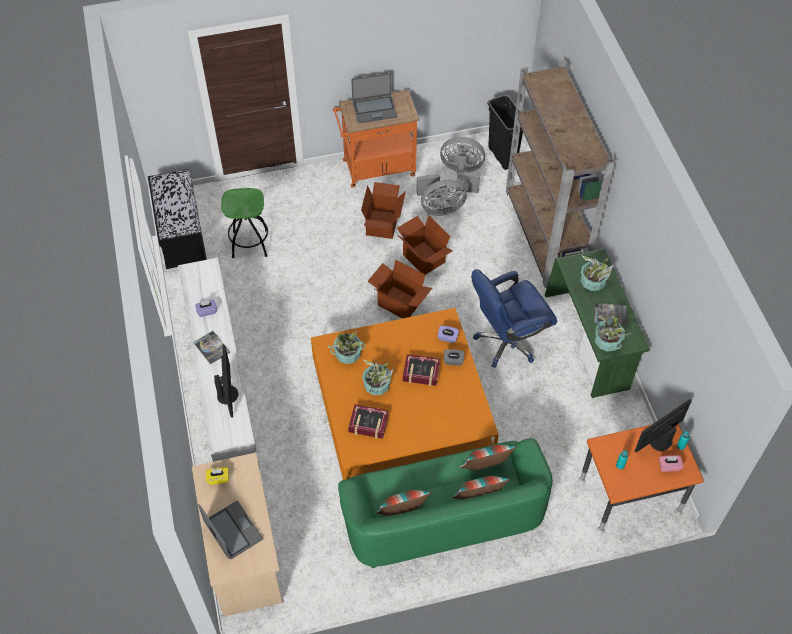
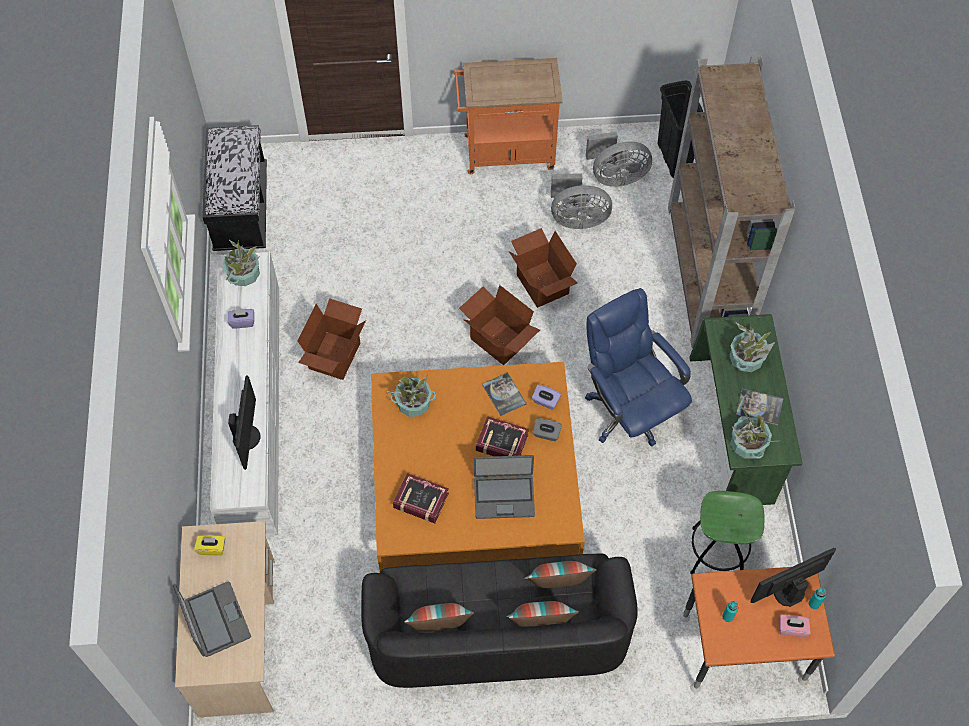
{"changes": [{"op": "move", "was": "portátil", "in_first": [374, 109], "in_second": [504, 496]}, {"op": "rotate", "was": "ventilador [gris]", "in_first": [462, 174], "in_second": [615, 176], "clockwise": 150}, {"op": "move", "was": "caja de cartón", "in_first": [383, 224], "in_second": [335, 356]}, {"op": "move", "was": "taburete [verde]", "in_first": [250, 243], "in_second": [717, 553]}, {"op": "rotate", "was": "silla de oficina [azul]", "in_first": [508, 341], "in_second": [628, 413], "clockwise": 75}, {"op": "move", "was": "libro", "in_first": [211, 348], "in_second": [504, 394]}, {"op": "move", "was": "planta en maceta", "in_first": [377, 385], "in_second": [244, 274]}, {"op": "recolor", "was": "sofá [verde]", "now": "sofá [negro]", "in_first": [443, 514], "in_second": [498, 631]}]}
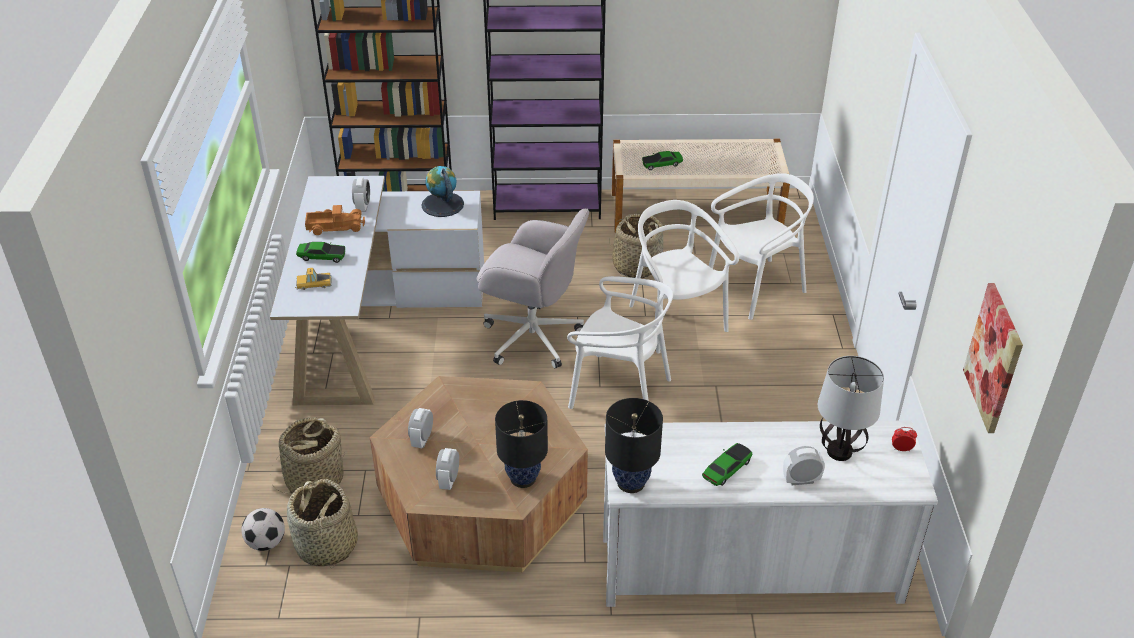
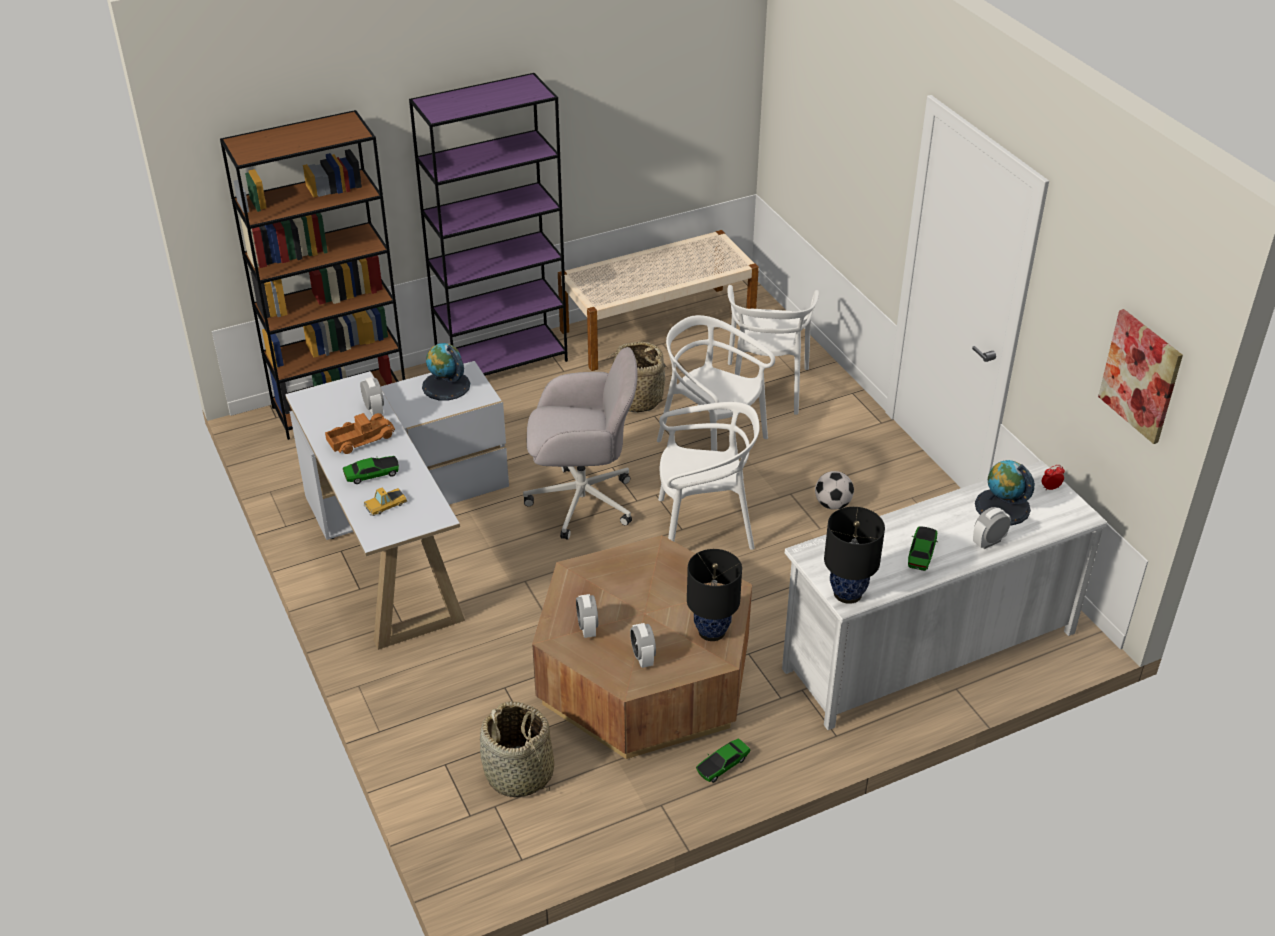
{"changes": [{"op": "move", "was": "coche de juguete", "in_first": [661, 164], "in_second": [722, 765]}, {"op": "rotate", "was": "silla [blanco]", "in_first": [756, 287], "in_second": [766, 387], "clockwise": 150}, {"op": "replace", "was": "lámpara de mesa", "now": "globo terráqueo", "in_first": [838, 451], "in_second": [1002, 507]}, {"op": "delete", "was": "cesta", "in_first": [314, 480]}, {"op": "move", "was": "balón de fútbol", "in_first": [266, 542], "in_second": [832, 504]}]}
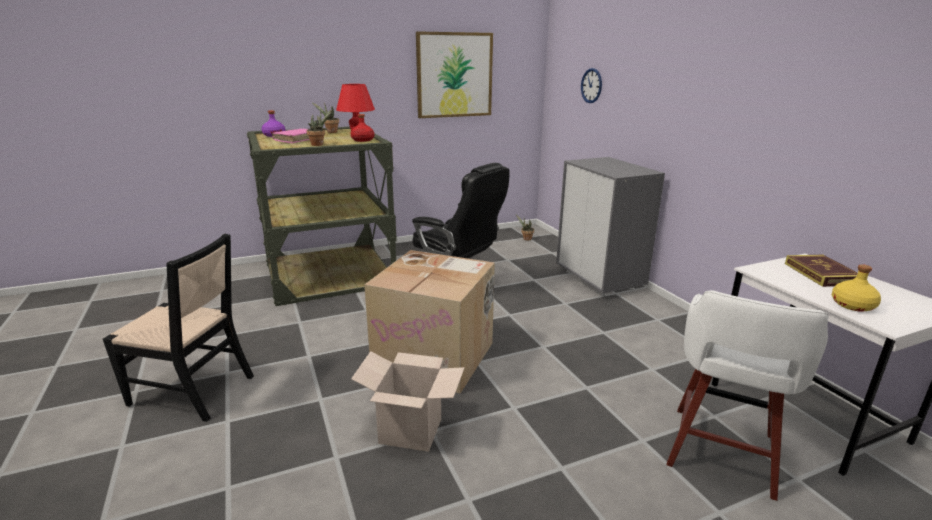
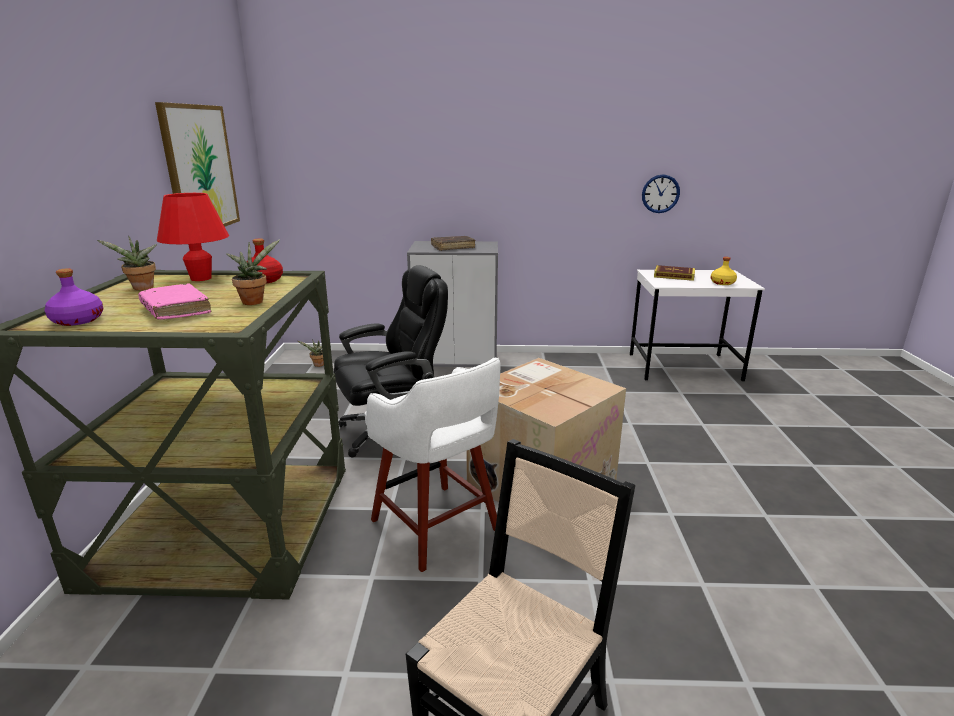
{"changes": [{"op": "move", "was": "reloj de pared", "in_first": [591, 85], "in_second": [660, 194]}, {"op": "move", "was": "taburete [blanco]", "in_first": [721, 453], "in_second": [437, 527]}, {"op": "delete", "was": "caja de cartón", "in_first": [411, 431]}, {"op": "insert", "now": "libro [marrón]", "in_second": [453, 247]}]}
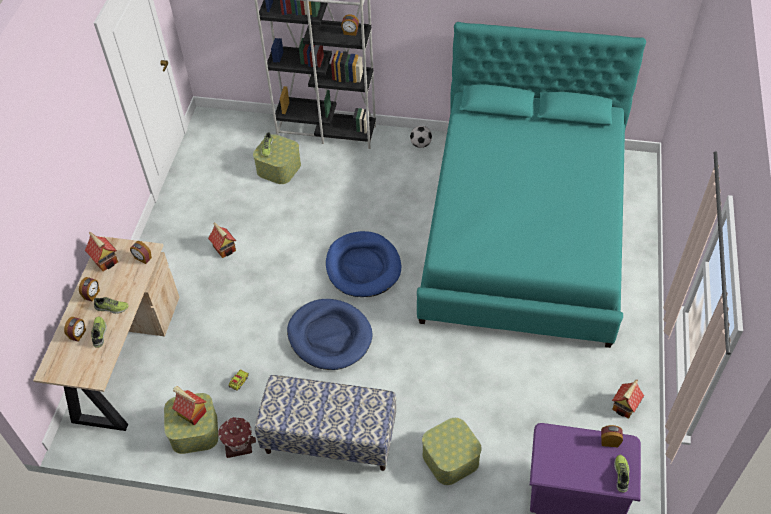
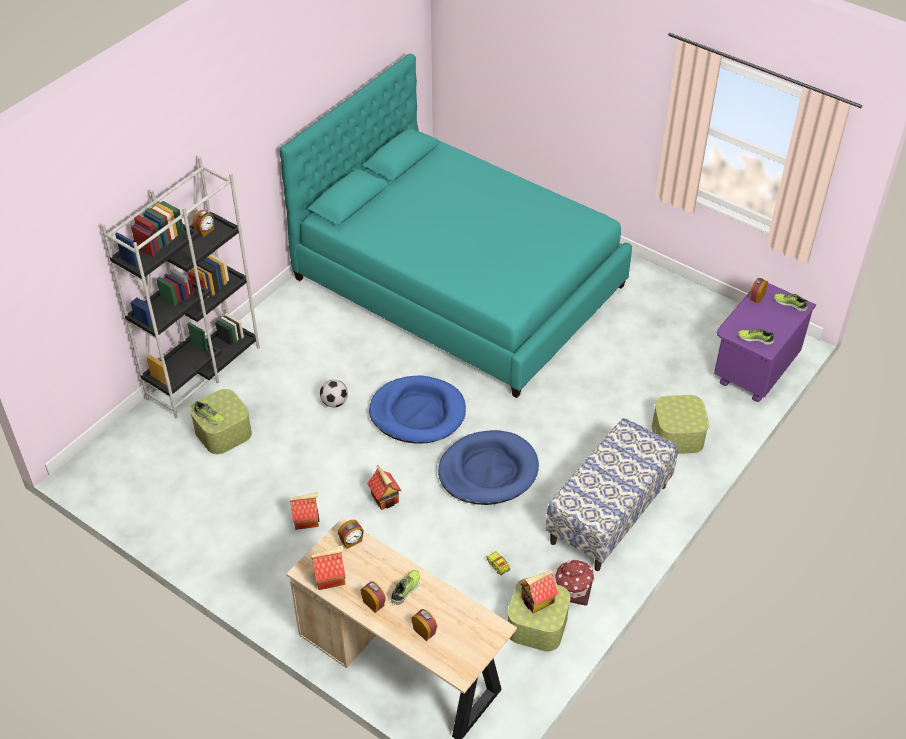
{"changes": [{"op": "move", "was": "balón de fútbol", "in_first": [421, 144], "in_second": [334, 402]}, {"op": "move", "was": "zapato", "in_first": [99, 333], "in_second": [755, 338]}, {"op": "move", "was": "casita", "in_first": [625, 407], "in_second": [385, 498]}]}
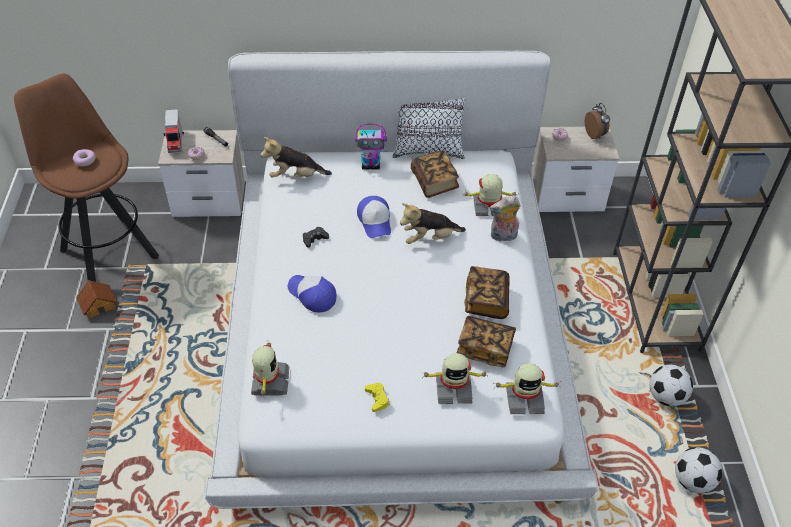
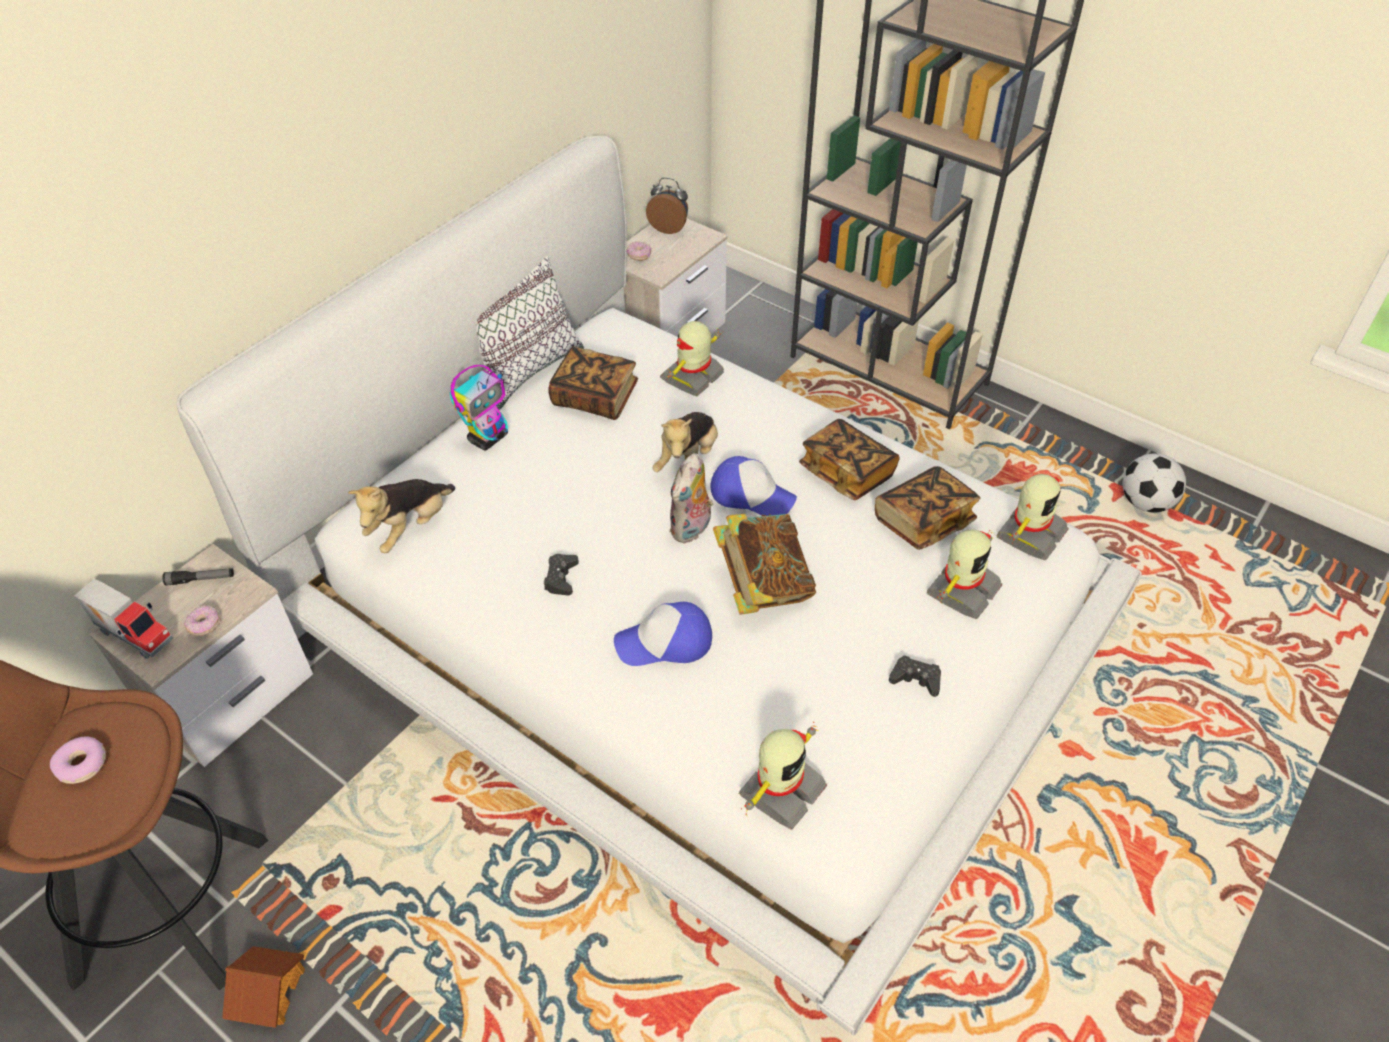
{"changes": [{"op": "move", "was": "peluche", "in_first": [503, 236], "in_second": [692, 529]}, {"op": "move", "was": "gorra", "in_first": [375, 221], "in_second": [752, 495]}, {"op": "rotate", "was": "robot de juguete", "in_first": [269, 381], "in_second": [780, 790], "clockwise": 90}, {"op": "delete", "was": "balón de fútbol", "in_first": [666, 396]}, {"op": "recolor", "was": "mando de consola [amarillo]", "now": "mando de consola [negro]", "in_first": [377, 399], "in_second": [915, 679]}, {"op": "insert", "now": "libro", "in_second": [762, 586]}]}
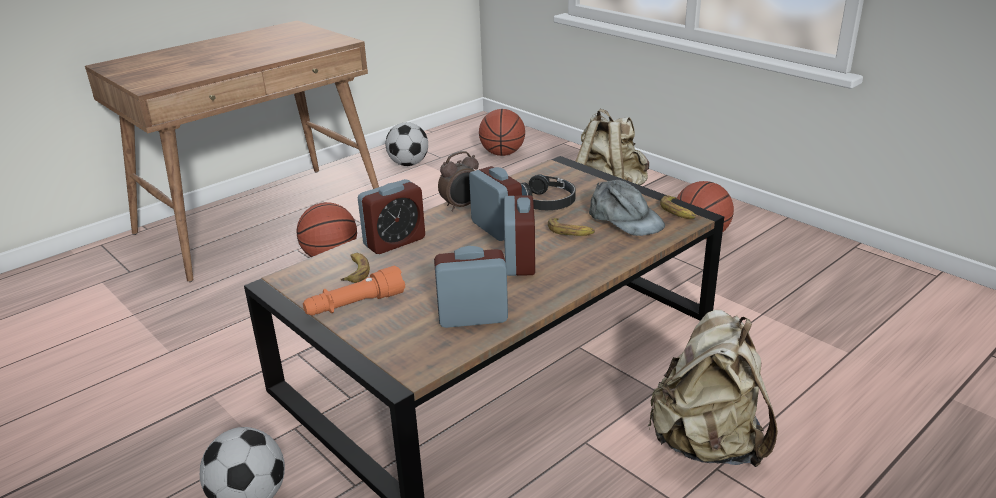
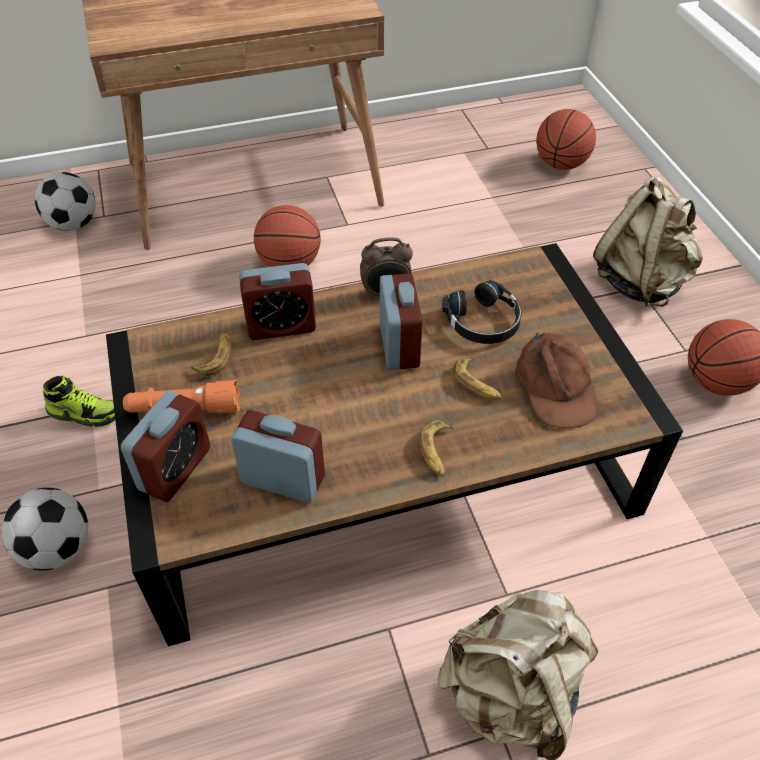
{"changes": [{"op": "move", "was": "balón de fútbol", "in_first": [409, 164], "in_second": [74, 224]}, {"op": "recolor", "was": "gorra [gris]", "now": "gorra [marrón]", "in_first": [625, 219], "in_second": [555, 388]}, {"op": "move", "was": "despertador", "in_first": [519, 261], "in_second": [175, 469]}, {"op": "move", "was": "plátano", "in_first": [678, 211], "in_second": [437, 452]}, {"op": "insert", "now": "zapato", "in_second": [86, 413]}]}
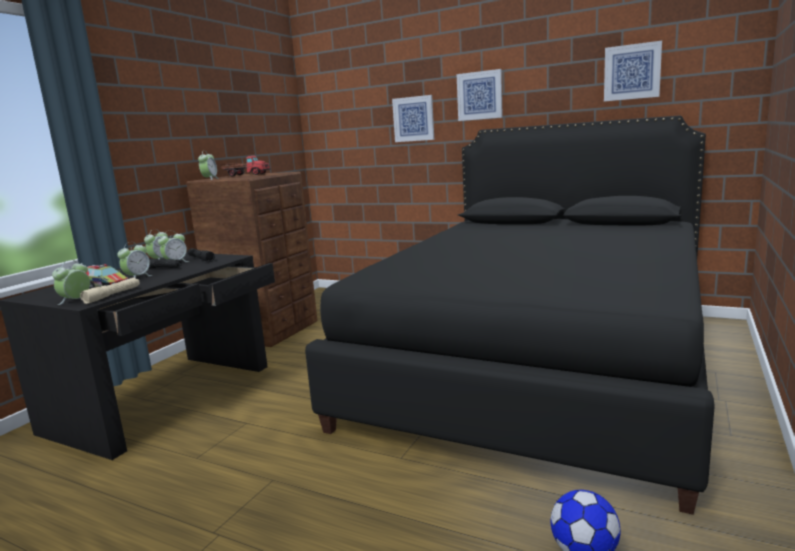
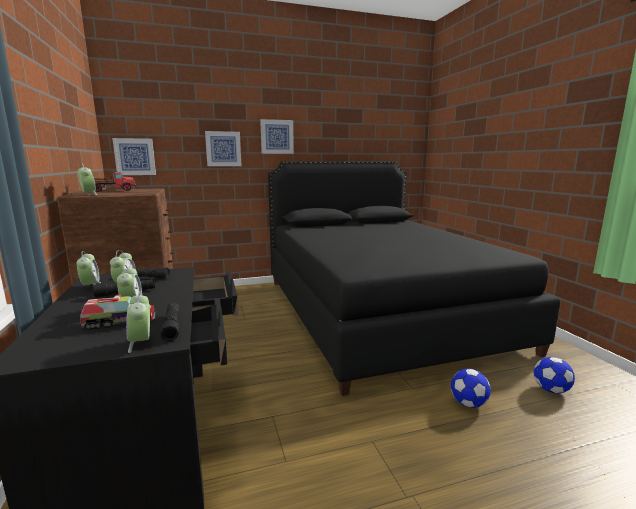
{"changes": [{"op": "move", "was": "cuadro", "in_first": [632, 72], "in_second": [135, 157]}, {"op": "recolor", "was": "linterna [beis]", "now": "linterna [negro]", "in_first": [112, 295], "in_second": [172, 326]}, {"op": "insert", "now": "balón de fútbol", "in_second": [468, 403]}]}
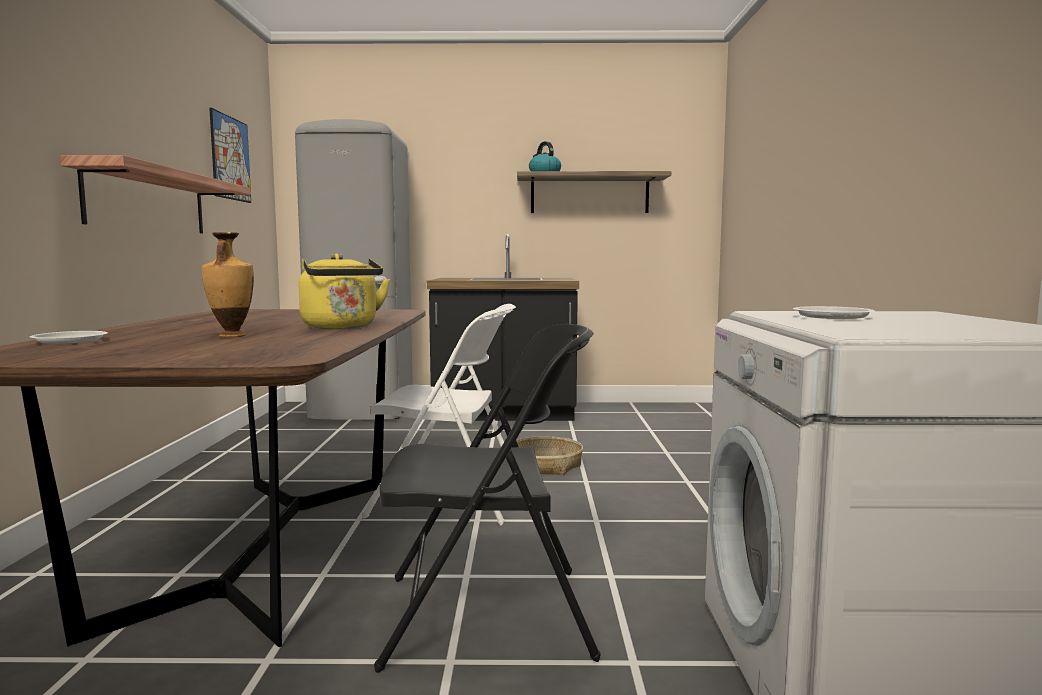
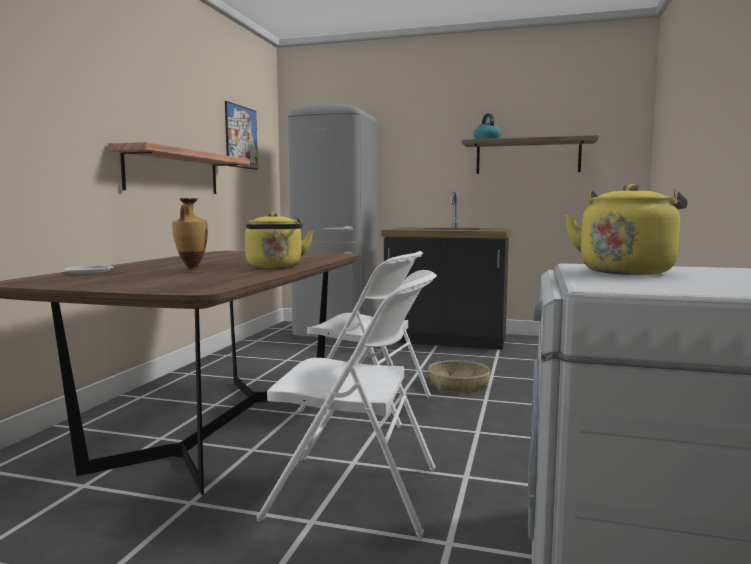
{"changes": [{"op": "replace", "was": "plato [blanco]", "now": "hervidor [amarillo]", "in_first": [833, 317], "in_second": [626, 271]}, {"op": "recolor", "was": "silla [negro]", "now": "silla [blanco]", "in_first": [486, 615], "in_second": [353, 493]}]}
